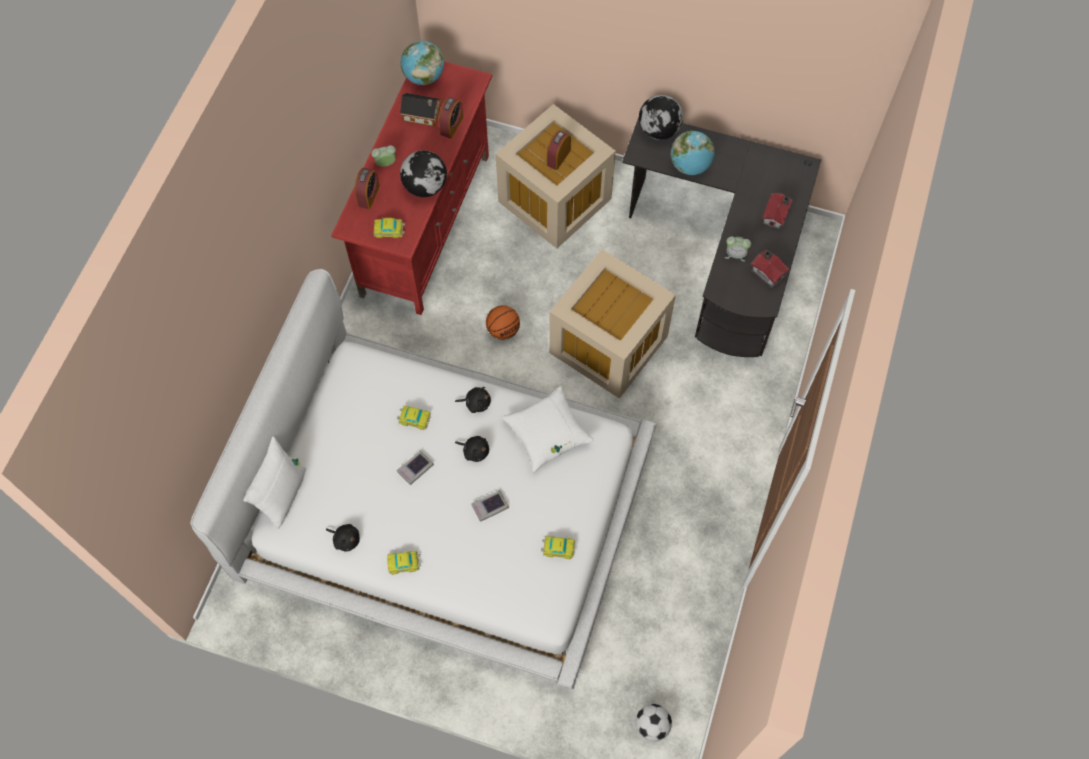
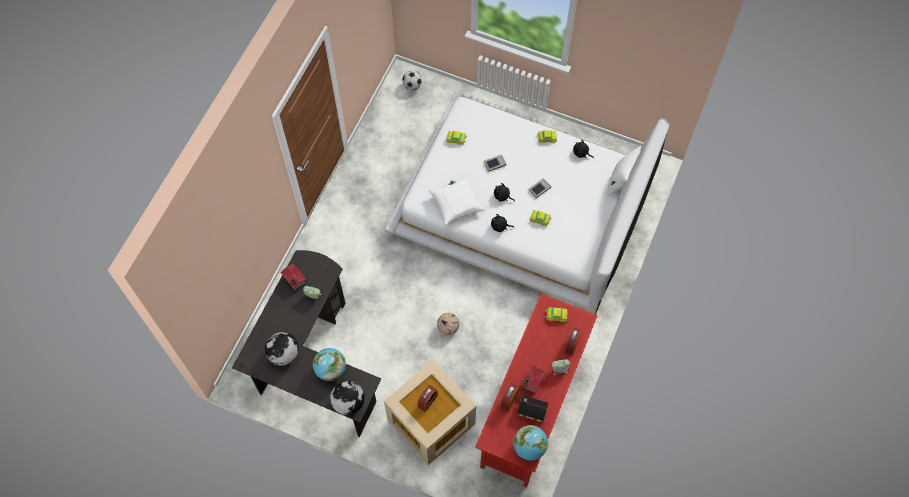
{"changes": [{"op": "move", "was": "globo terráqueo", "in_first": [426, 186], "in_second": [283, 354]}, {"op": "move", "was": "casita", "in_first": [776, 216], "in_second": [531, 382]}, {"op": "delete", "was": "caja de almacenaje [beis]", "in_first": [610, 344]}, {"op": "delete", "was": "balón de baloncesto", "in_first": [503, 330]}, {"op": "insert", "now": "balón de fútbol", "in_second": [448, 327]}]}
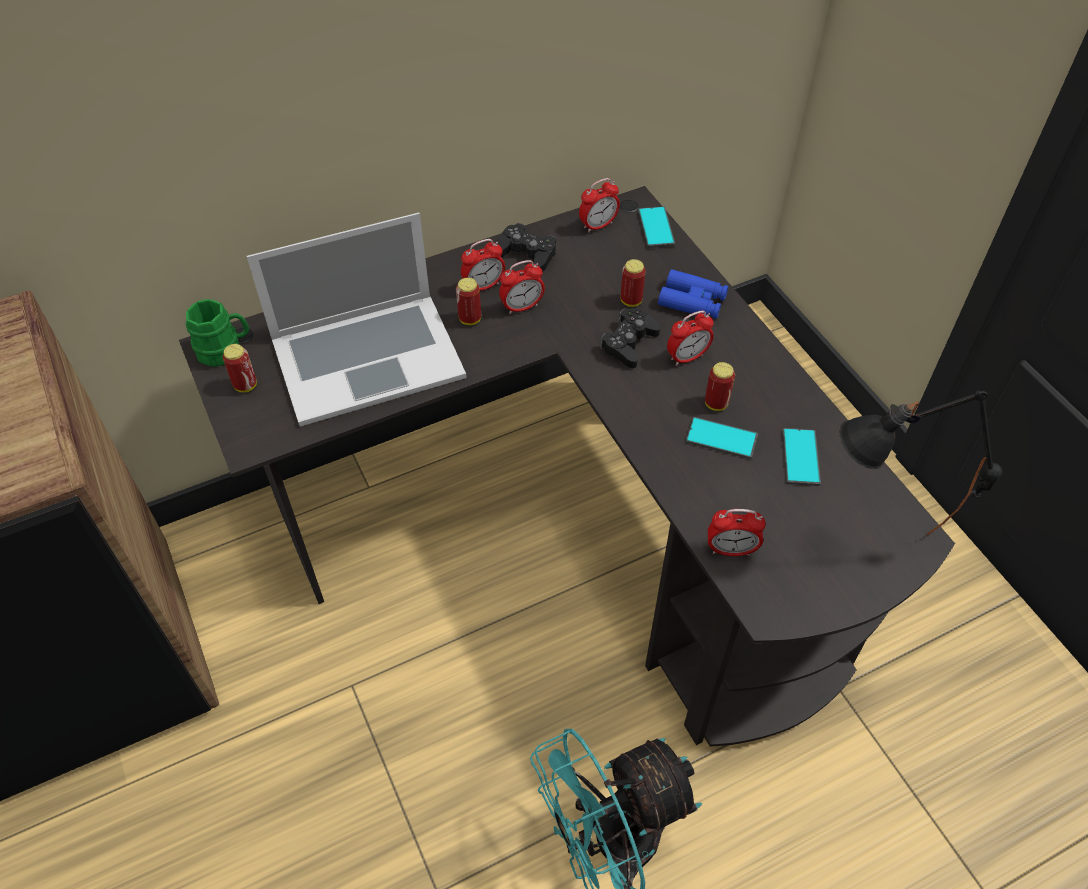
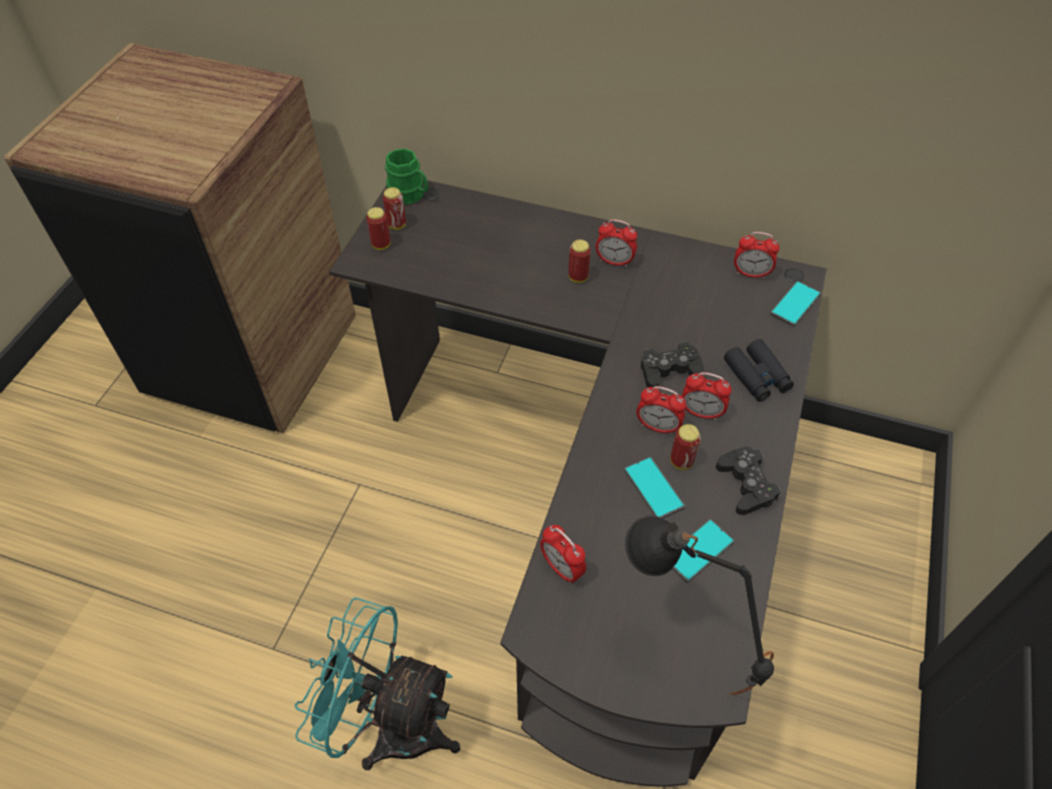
{"changes": [{"op": "delete", "was": "portátil", "in_first": [367, 357]}, {"op": "move", "was": "mando de consola [negro]", "in_first": [527, 253], "in_second": [746, 485]}, {"op": "move", "was": "lata", "in_first": [631, 301], "in_second": [381, 245]}, {"op": "move", "was": "despertador", "in_first": [522, 307], "in_second": [657, 427]}, {"op": "recolor", "was": "prismáticos [azul]", "now": "prismáticos [negro]", "in_first": [692, 301], "in_second": [757, 376]}]}
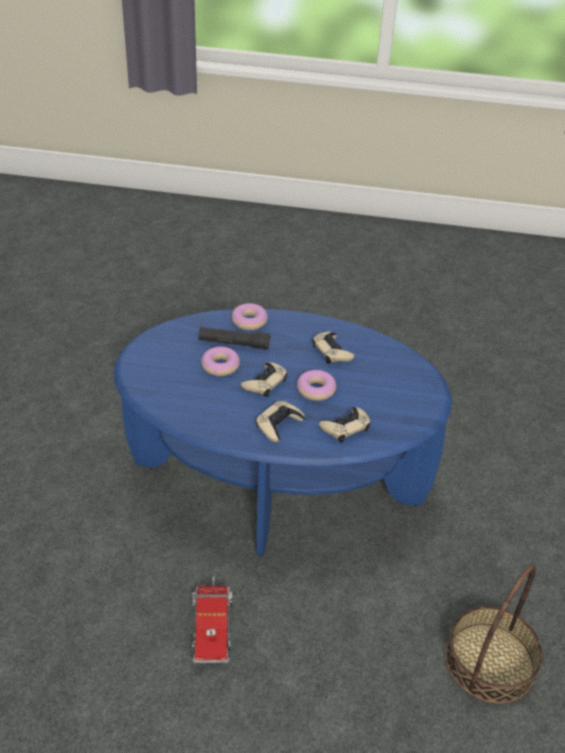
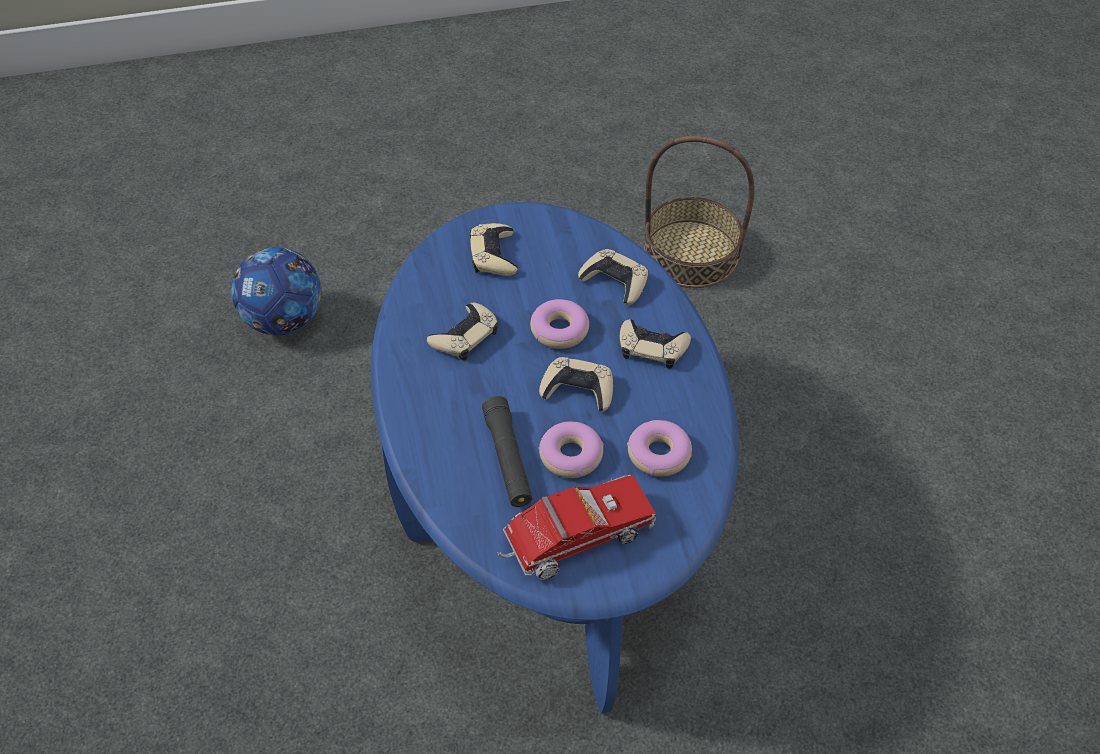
{"changes": [{"op": "move", "was": "rosquilla", "in_first": [249, 321], "in_second": [658, 454]}, {"op": "move", "was": "camión de juguete", "in_first": [211, 625], "in_second": [572, 539]}, {"op": "insert", "now": "mando de consola [beis]", "in_second": [493, 255]}, {"op": "insert", "now": "balón de fútbol", "in_second": [284, 320]}]}
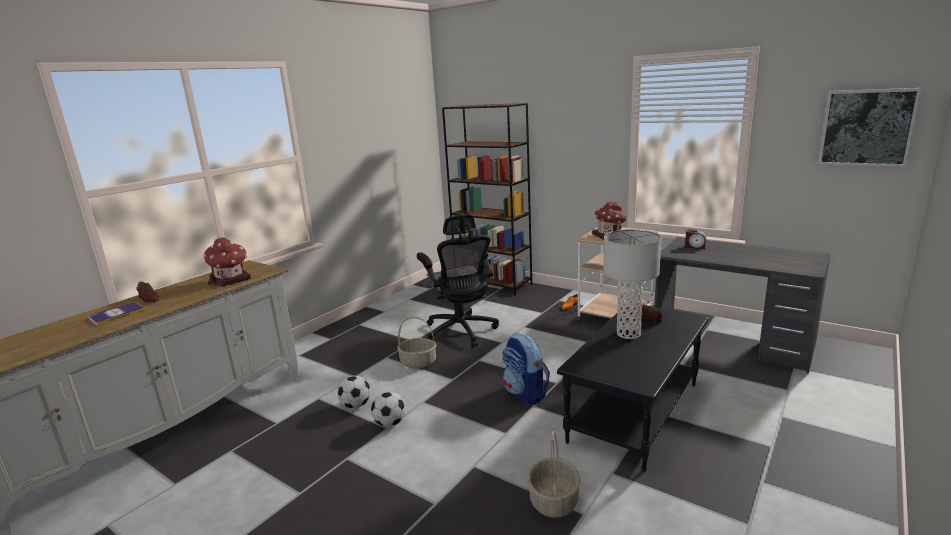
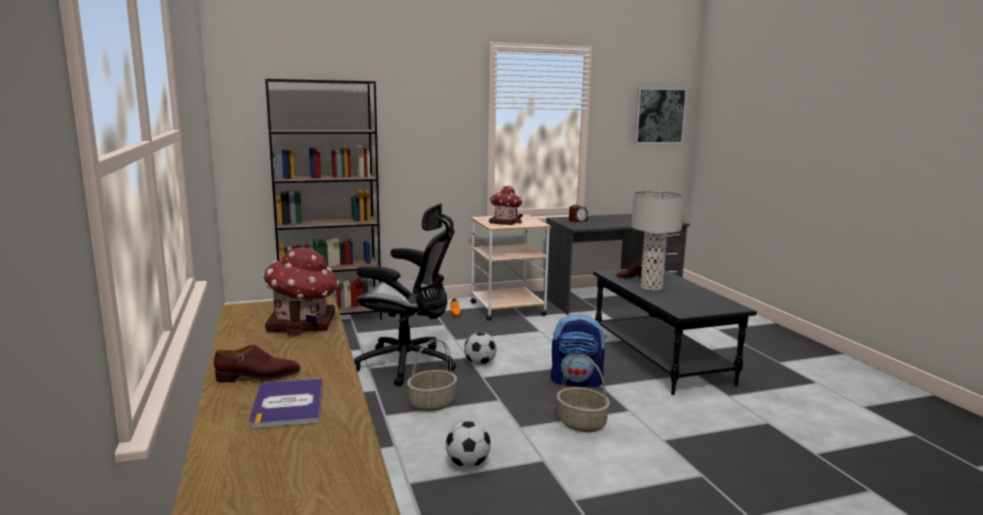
{"changes": [{"op": "move", "was": "balón de fútbol", "in_first": [390, 423], "in_second": [480, 363]}, {"op": "move", "was": "cesta", "in_first": [554, 501], "in_second": [582, 423]}]}
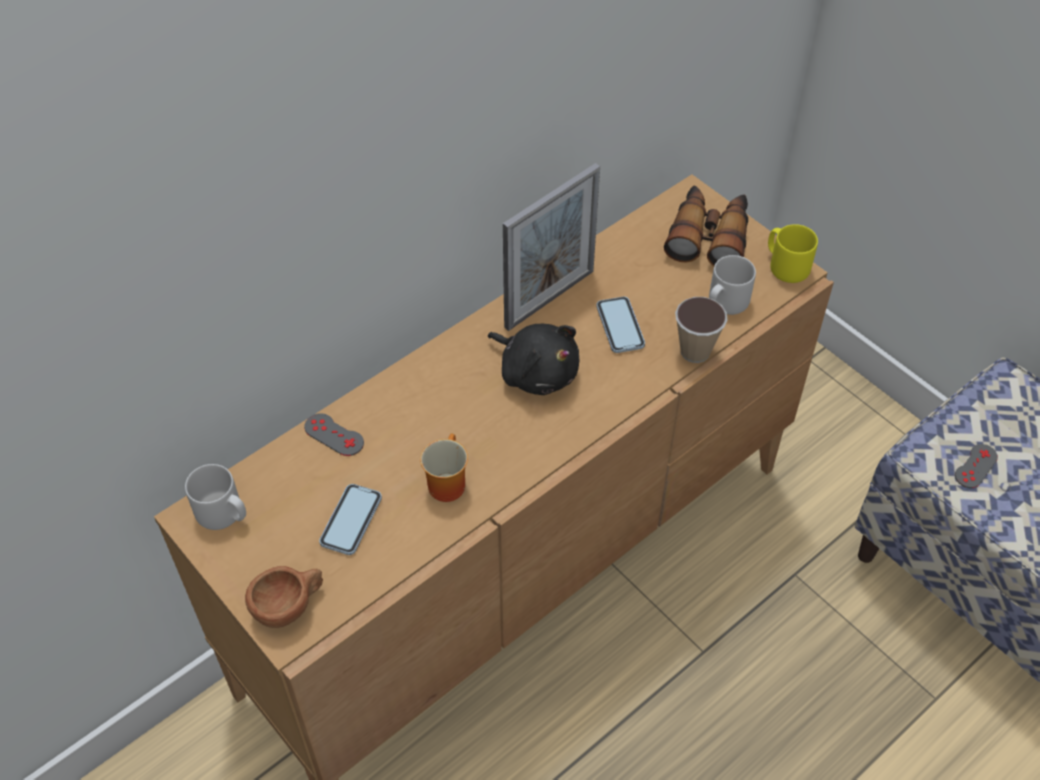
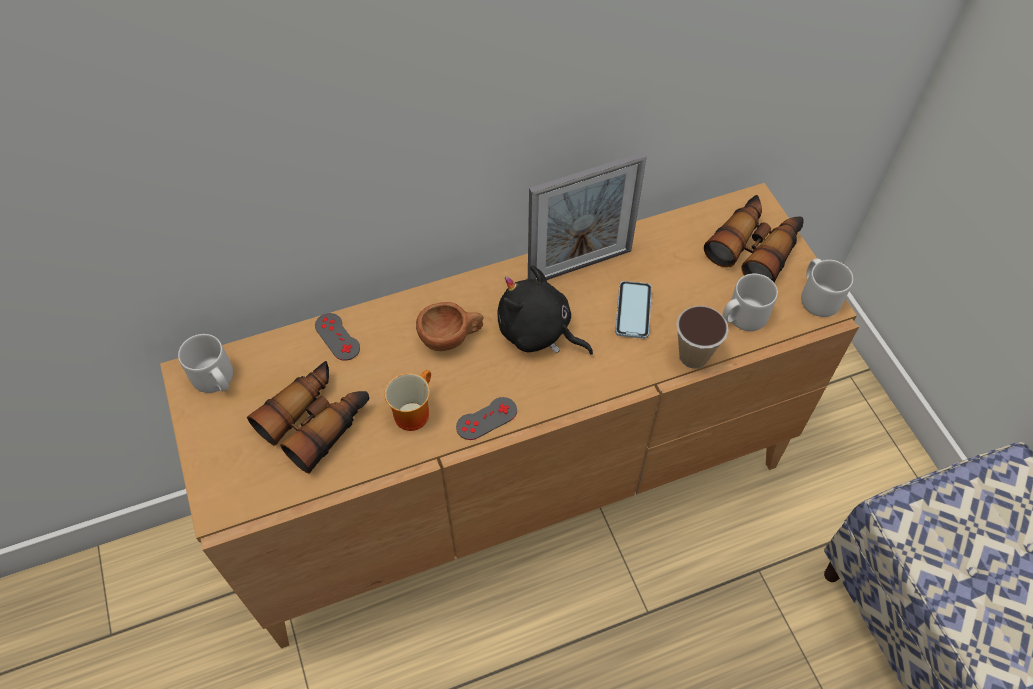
{"changes": [{"op": "recolor", "was": "taza grande [amarillo]", "now": "taza grande [gris]", "in_first": [785, 266], "in_second": [817, 297]}, {"op": "rotate", "was": "peluche [negro]", "in_first": [536, 372], "in_second": [538, 332], "clockwise": 150}, {"op": "move", "was": "mando de consola [gris]", "in_first": [975, 466], "in_second": [486, 418]}, {"op": "replace", "was": "móvil", "now": "prismáticos", "in_first": [351, 520], "in_second": [316, 420]}, {"op": "move", "was": "taza [marrón]", "in_first": [290, 606], "in_second": [451, 338]}]}
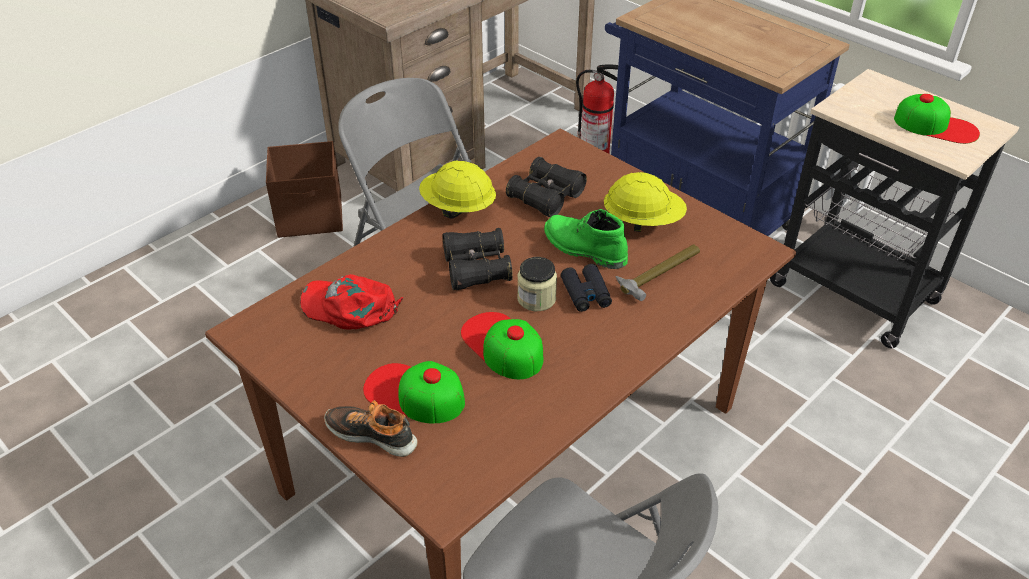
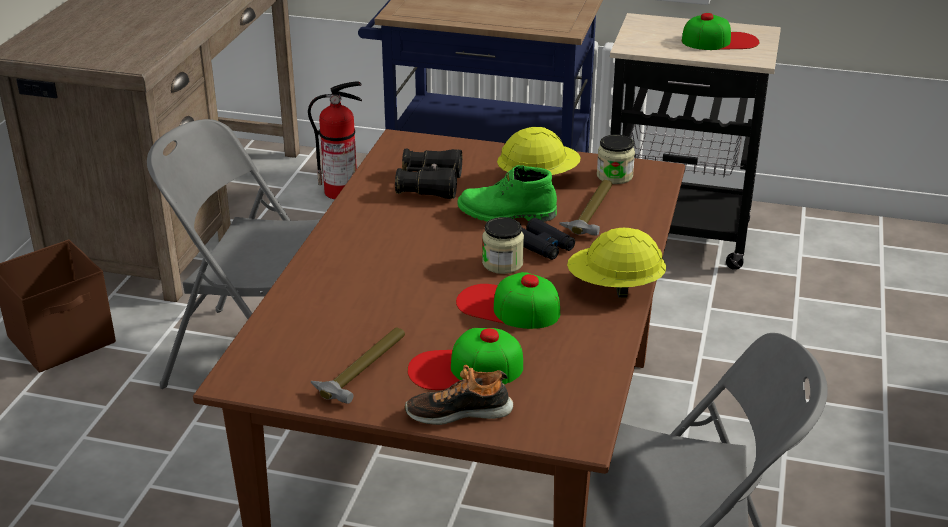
{"changes": [{"op": "move", "was": "casco [amarillo]", "in_first": [458, 208], "in_second": [615, 287]}, {"op": "delete", "was": "prismáticos [negro]", "in_first": [476, 269]}, {"op": "delete", "was": "gorra [rojo]", "in_first": [350, 307]}, {"op": "insert", "now": "tarro", "in_second": [614, 176]}, {"op": "insert", "now": "martillo", "in_second": [363, 370]}]}
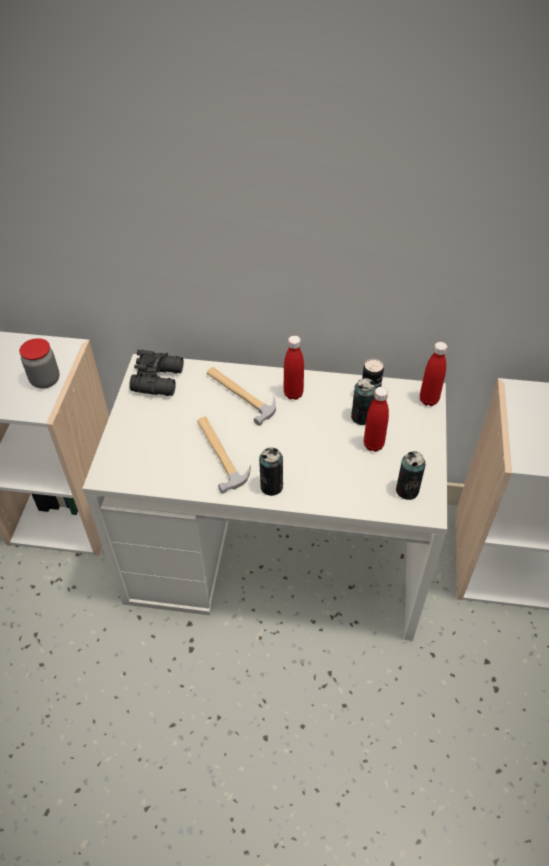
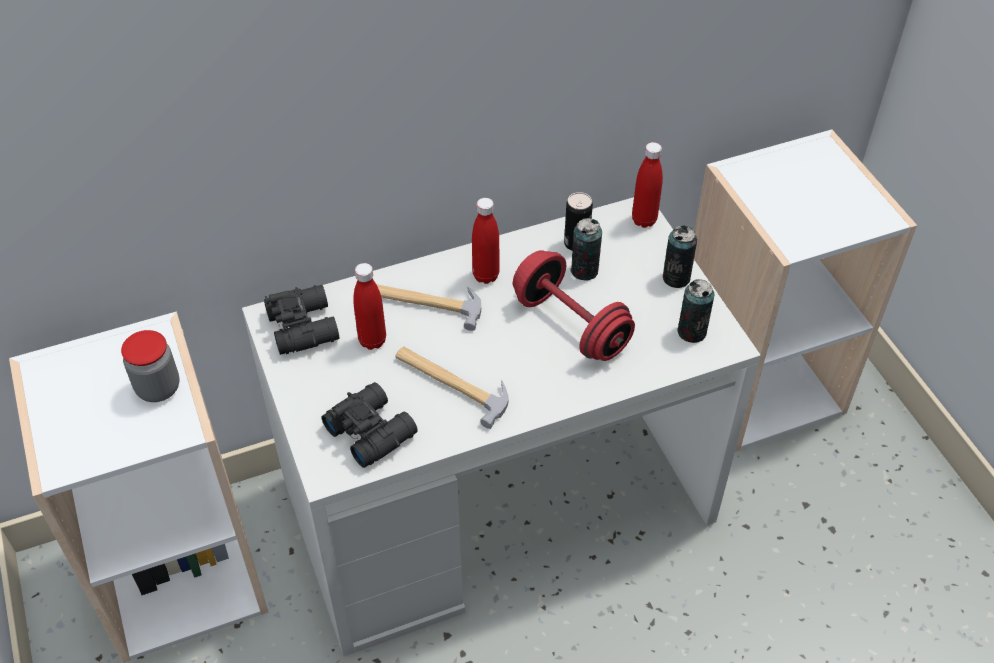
{"changes": [{"op": "move", "was": "botella [rojo]", "in_first": [373, 445], "in_second": [372, 341]}, {"op": "move", "was": "lata", "in_first": [271, 486], "in_second": [676, 278]}, {"op": "insert", "now": "mancuerna [rojo]", "in_second": [571, 325]}, {"op": "insert", "now": "prismáticos [negro]", "in_second": [371, 430]}]}
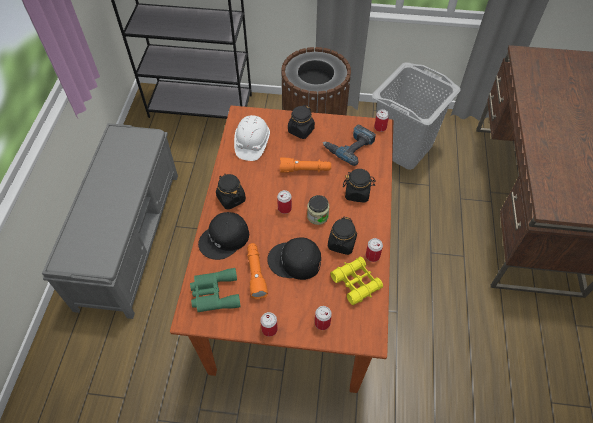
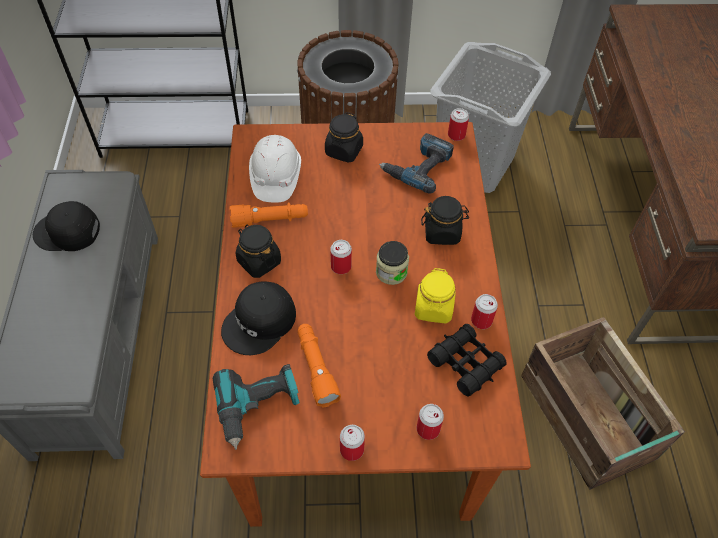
{"changes": [{"op": "move", "was": "linterna [naranja]", "in_first": [305, 170], "in_second": [270, 220]}, {"op": "recolor", "was": "tarro [negro]", "now": "tarro [amarillo]", "in_first": [341, 243], "in_second": [433, 308]}, {"op": "move", "was": "gorra [negro]", "in_first": [295, 261], "in_second": [67, 232]}, {"op": "recolor", "was": "prismáticos [amarillo]", "now": "prismáticos [negro]", "in_first": [356, 283], "in_second": [465, 363]}, {"op": "replace", "was": "prismáticos [verde]", "now": "taladro", "in_first": [214, 293], "in_second": [258, 407]}, {"op": "insert", "now": "caja de embalaje", "in_second": [587, 419]}]}
